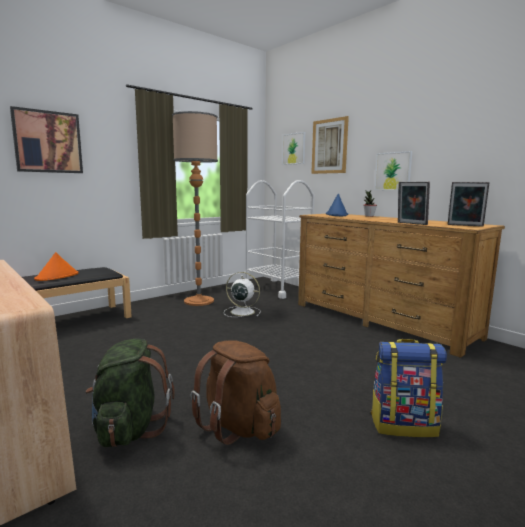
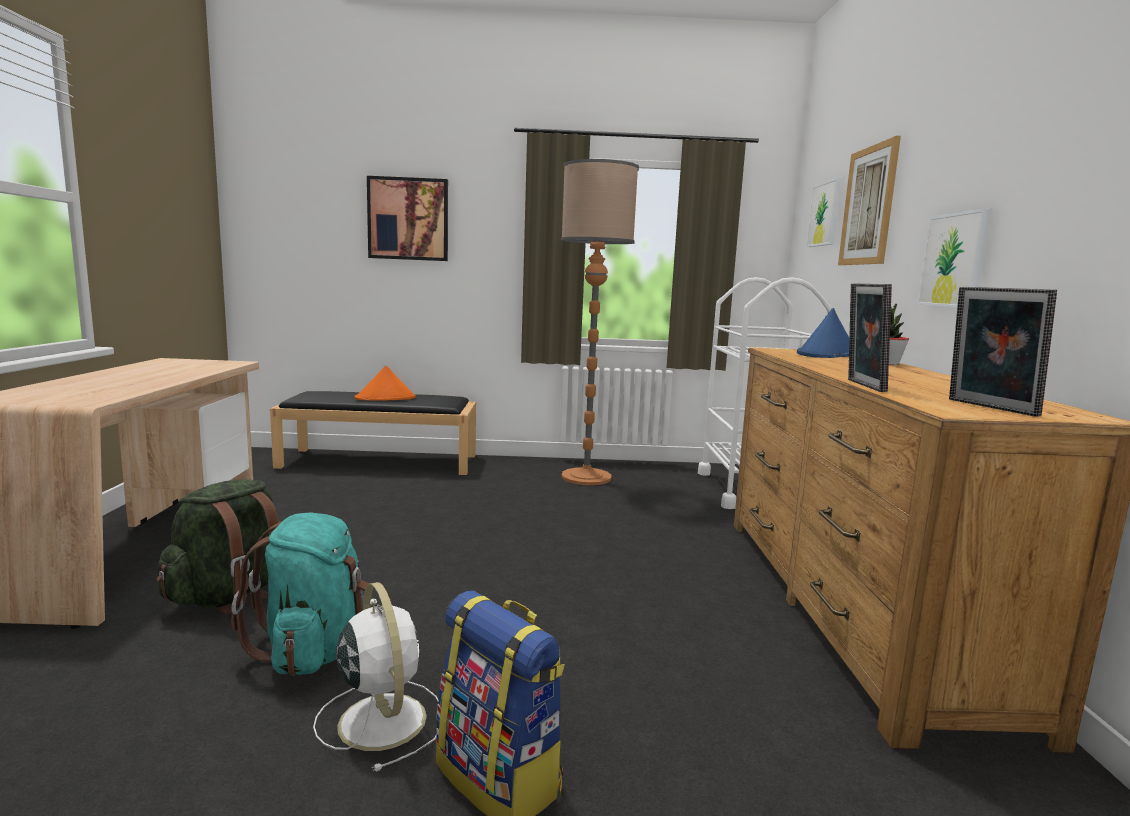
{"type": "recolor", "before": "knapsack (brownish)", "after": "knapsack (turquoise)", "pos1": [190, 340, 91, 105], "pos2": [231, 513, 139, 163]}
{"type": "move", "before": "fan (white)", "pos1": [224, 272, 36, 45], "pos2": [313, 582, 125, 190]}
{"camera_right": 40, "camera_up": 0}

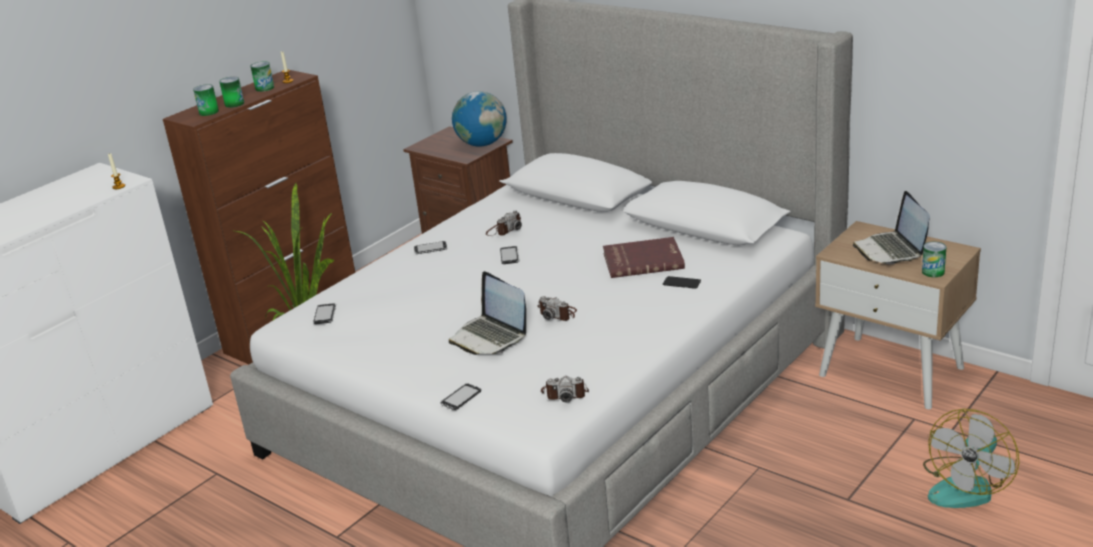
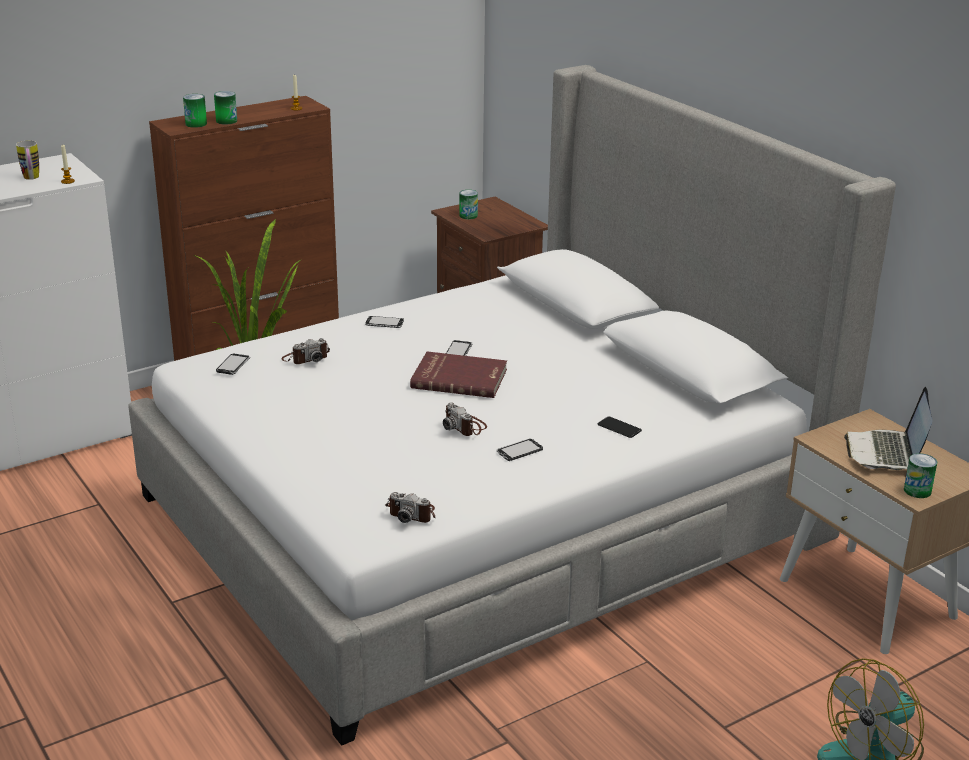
{"type": "move", "before": "metal can", "pos1": [250, 61, 24, 31], "pos2": [459, 190, 19, 29]}
{"type": "move", "before": "handset", "pos1": [440, 383, 41, 27], "pos2": [497, 438, 46, 23]}
{"type": "delete", "before": "portable computer", "pos1": [449, 271, 77, 84]}
{"type": "delete", "before": "world globe", "pos1": [452, 91, 55, 55]}
{"type": "move", "before": "photo camera", "pos1": [486, 210, 36, 26], "pos2": [281, 338, 49, 26]}
{"type": "move", "before": "bound book (reddish)", "pos1": [603, 237, 82, 41], "pos2": [410, 351, 97, 47]}
{"type": "insert", "after": "tea mug", "pos2": [16, 141, 23, 39]}
{"camera_right": 15, "camera_up": 0}

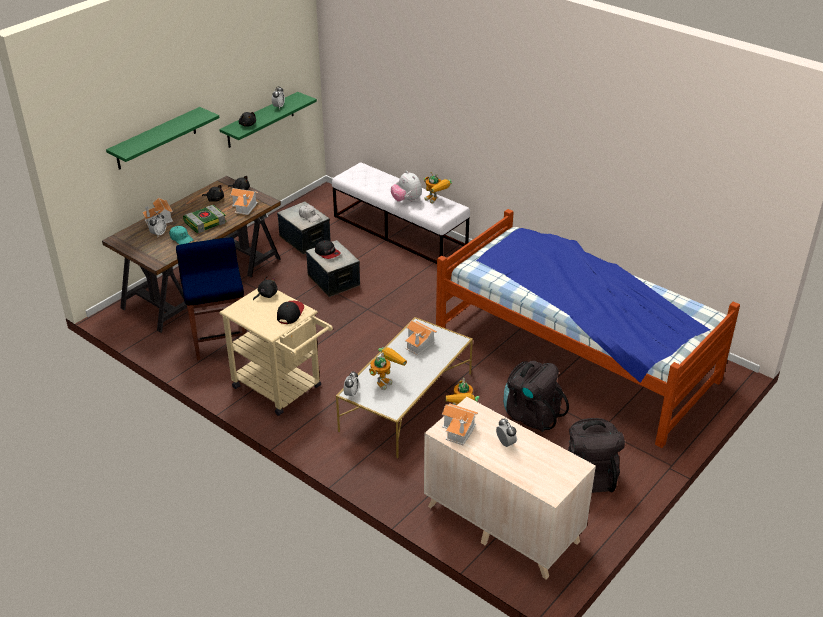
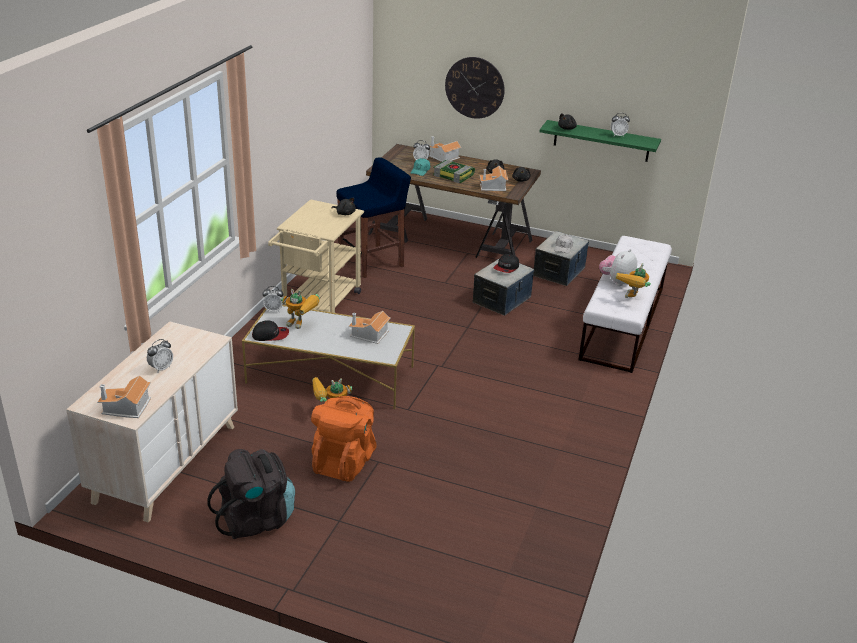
{"type": "replace", "before": "wall shelf (green-coloured)", "after": "hanging clock", "pos1": [106, 107, 113, 63], "pos2": [445, 57, 60, 62]}
{"type": "move", "before": "cap", "pos1": [277, 301, 27, 23], "pos2": [252, 320, 37, 21]}
{"type": "delete", "before": "sleeping bed", "pos1": [436, 209, 304, 239]}
{"type": "move", "before": "miniature house", "pos1": [442, 403, 36, 42], "pos2": [97, 375, 54, 43]}
{"type": "recolor", "before": "knapsack (black)", "after": "knapsack (orange-coloured)", "pos1": [503, 361, 66, 71], "pos2": [311, 396, 65, 86]}
{"camera_right": 70, "camera_up": -5}

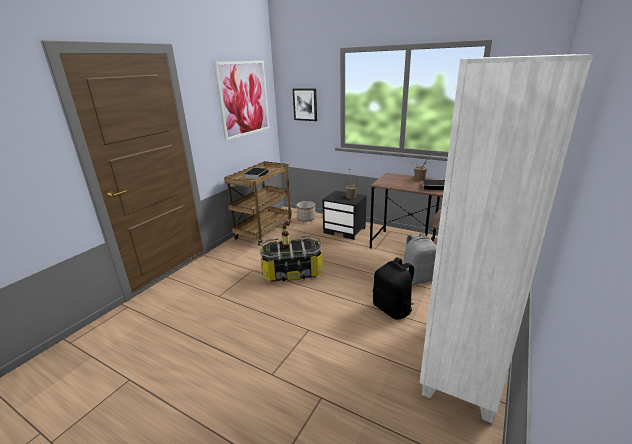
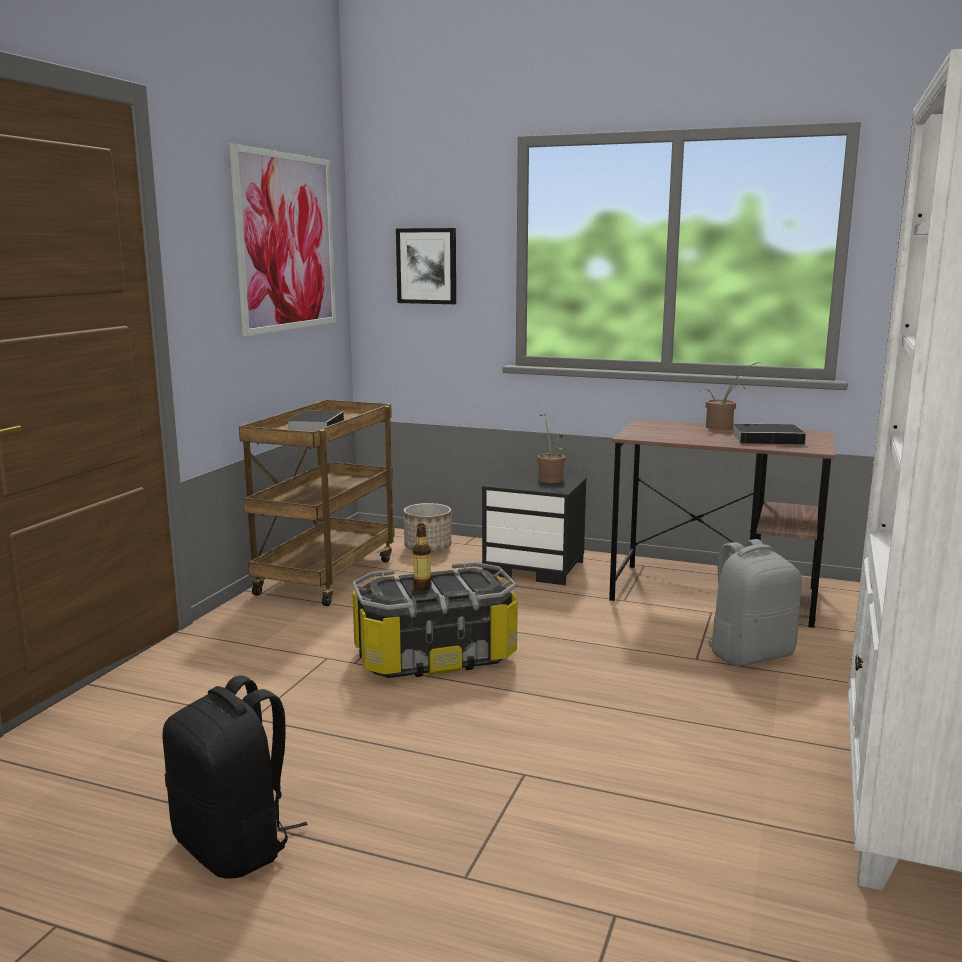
{"type": "move", "before": "knapsack (black)", "pos1": [373, 257, 41, 63], "pos2": [163, 675, 144, 204]}
{"camera_right": -10, "camera_up": -10}

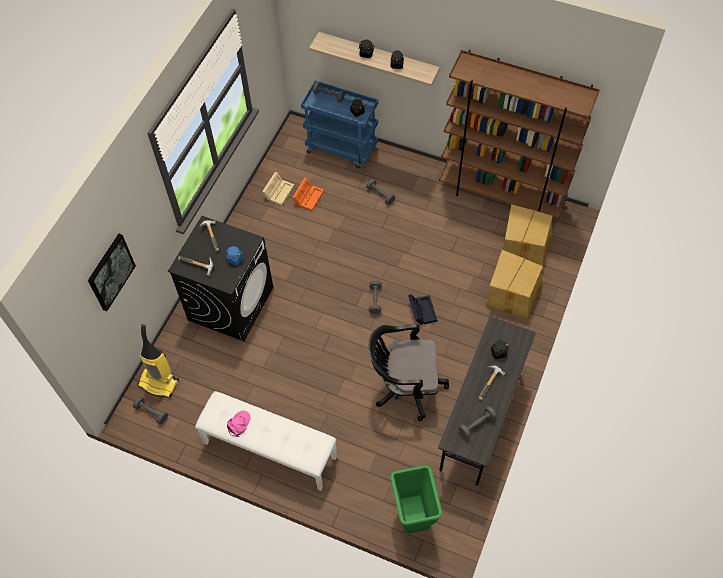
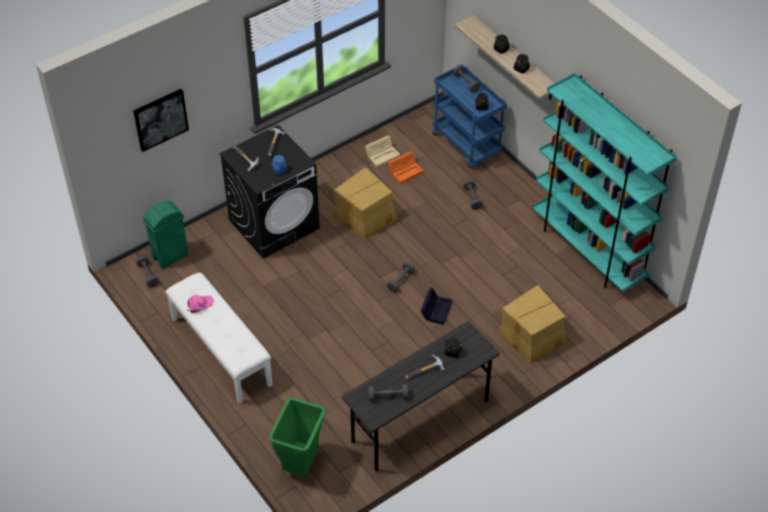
{"type": "replace", "before": "hoover", "after": "waste bin (green-coloured)", "pos1": [137, 324, 42, 74], "pos2": [143, 201, 46, 68]}
{"type": "delete", "before": "computer chair (black)", "pos1": [368, 324, 81, 97]}
{"type": "recolor", "before": "bookshelf (brownish)", "after": "bookshelf (turquoise)", "pos1": [439, 50, 161, 169], "pos2": [532, 73, 145, 219]}
{"type": "move", "before": "carton", "pos1": [503, 204, 50, 62], "pos2": [334, 167, 63, 72]}
{"camera_right": 30, "camera_up": -10}

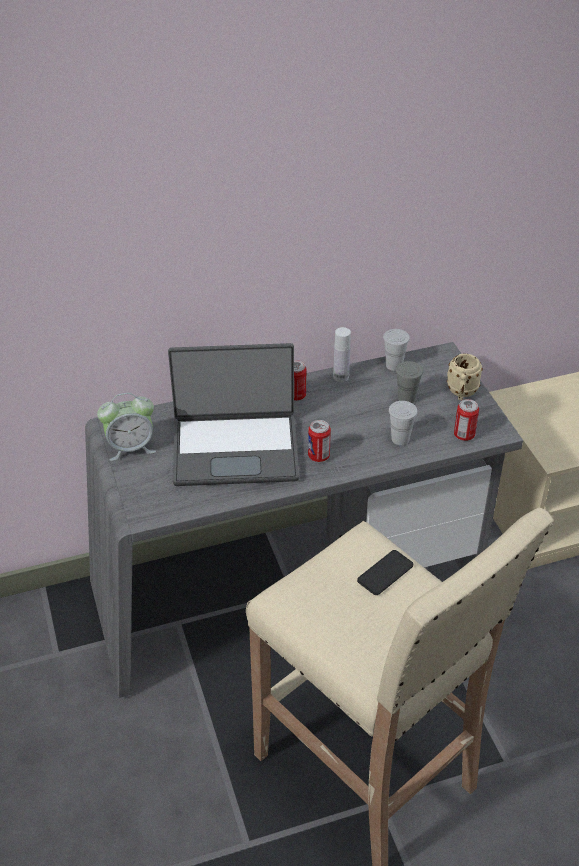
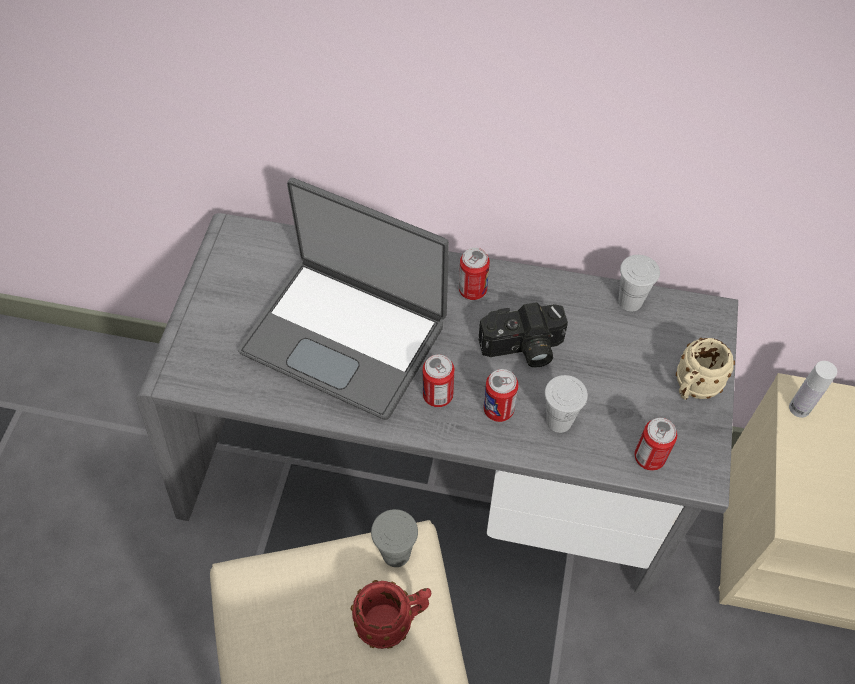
{"type": "delete", "before": "bedside clock", "pos1": [97, 393, 59, 68]}
{"type": "move", "before": "drink bottle (white)", "pos1": [333, 327, 18, 55], "pos2": [789, 361, 48, 57]}
{"type": "replace", "before": "handset", "after": "tea mug (reddish)", "pos1": [357, 550, 56, 45], "pos2": [351, 580, 80, 69]}
{"type": "move", "before": "small cup (greyish)", "pos1": [396, 361, 27, 42], "pos2": [371, 509, 47, 58]}
{"type": "insert", "after": "photo camera", "pos2": [479, 302, 89, 66]}
{"type": "insert", "after": "metal can", "pos2": [484, 369, 34, 53]}
{"camera_right": 30, "camera_up": 15}

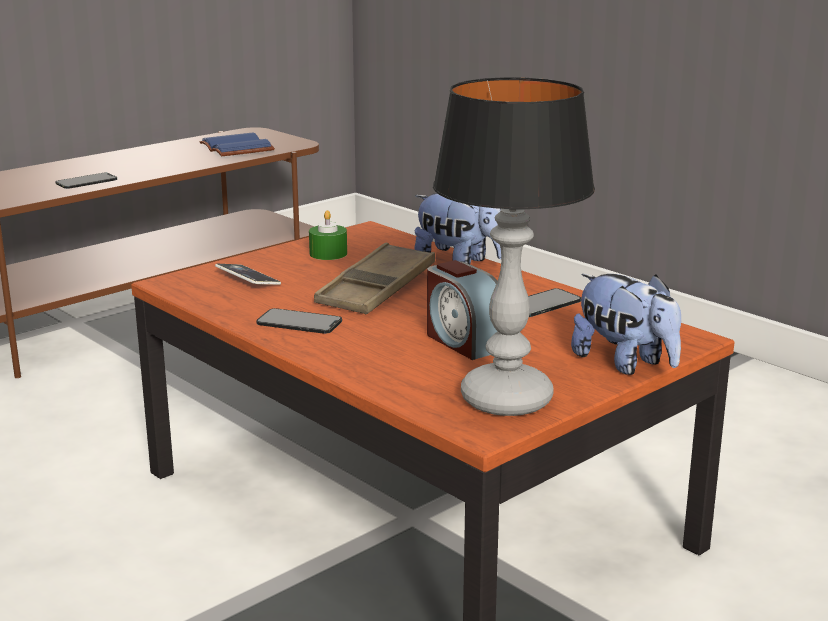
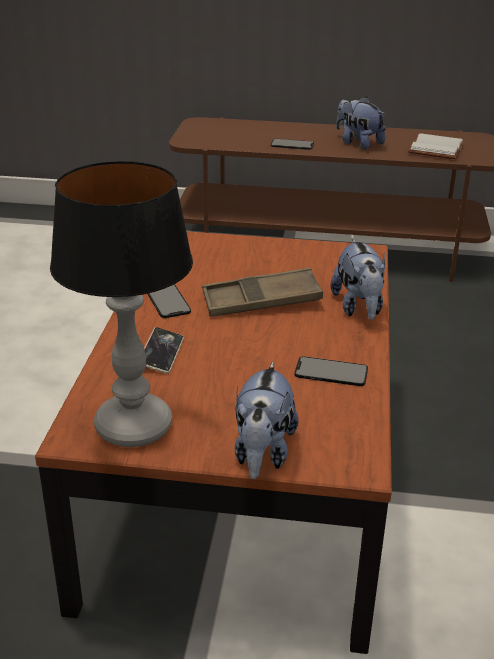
{"type": "recolor", "before": "bound book (bluish)", "after": "bound book (white)", "pos1": [200, 132, 75, 24], "pos2": [408, 133, 57, 26]}
{"type": "move", "before": "handset", "pos1": [215, 264, 66, 21], "pos2": [144, 327, 40, 46]}
{"type": "delete", "before": "wax candle (green-coloured)", "pos1": [309, 210, 38, 50]}
{"type": "delete", "before": "bedside clock", "pos1": [427, 260, 70, 100]}
{"type": "insert", "after": "soft toy", "pos2": [336, 96, 50, 54]}
{"camera_right": 50, "camera_up": 10}

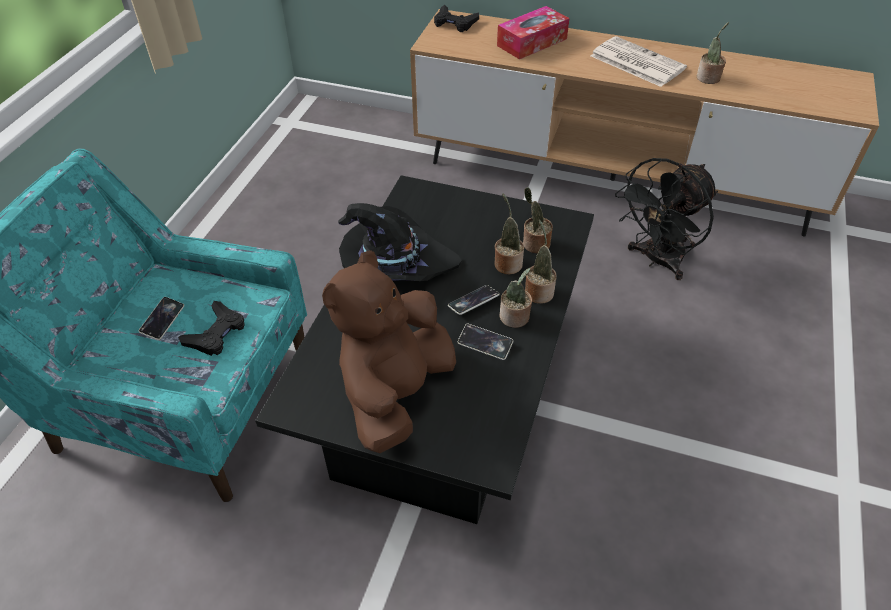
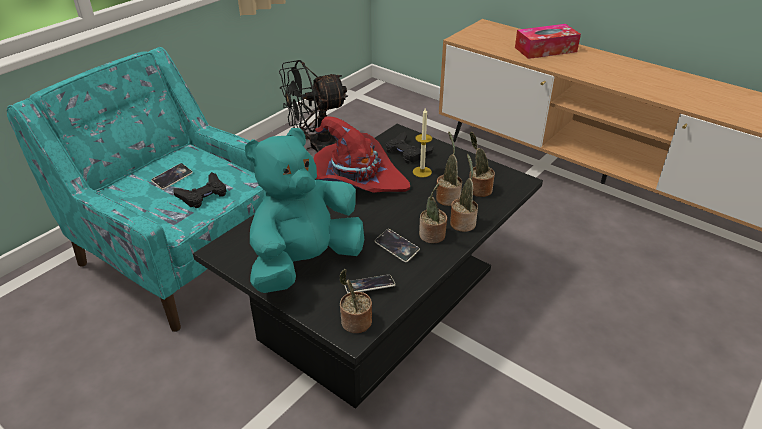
{"type": "recolor", "before": "soft toy (brownish)", "after": "soft toy (turquoise)", "pos1": [322, 250, 134, 203], "pos2": [245, 128, 119, 165]}
{"type": "recolor", "before": "wearable hat (black)", "after": "wearable hat (reddish)", "pos1": [338, 203, 124, 78], "pos2": [313, 116, 97, 77]}
{"type": "move", "before": "joypad (black)", "pos1": [434, 5, 45, 27], "pos2": [386, 132, 47, 31]}
{"type": "move", "before": "handset", "pos1": [448, 285, 52, 30], "pos2": [344, 275, 51, 18]}
{"type": "delete", "before": "printed paper", "pos1": [591, 36, 96, 51]}
{"type": "move", "before": "fan (black)", "pos1": [615, 158, 103, 122], "pos2": [279, 60, 69, 92]}
{"type": "move", "before": "potted plant", "pos1": [697, 22, 32, 62], "pos2": [339, 269, 33, 64]}
{"type": "insert", "after": "wax candle", "pos2": [413, 108, 19, 70]}
{"camera_right": 20, "camera_up": -10}

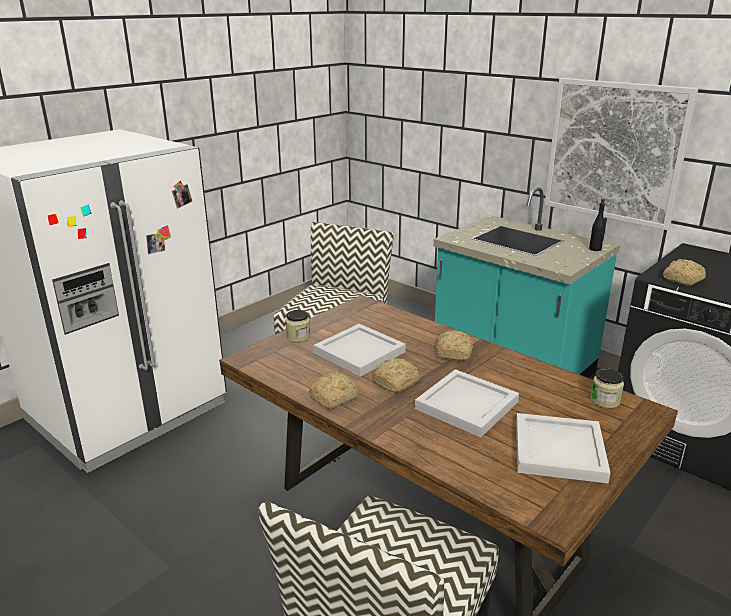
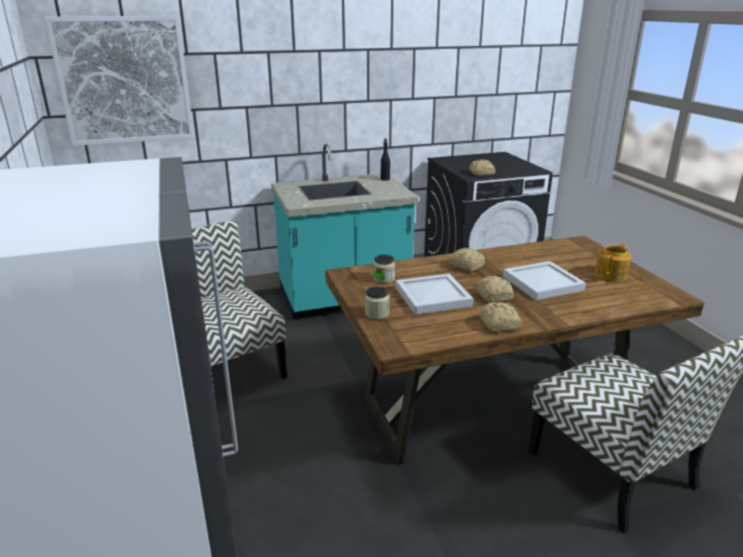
{"type": "replace", "before": "tray (white)", "after": "teapot", "pos1": [516, 413, 94, 70], "pos2": [594, 243, 38, 39]}
{"type": "move", "before": "picture", "pos1": [544, 78, 155, 152], "pos2": [44, 16, 150, 130]}
{"type": "move", "before": "jar", "pos1": [590, 368, 34, 40], "pos2": [373, 254, 22, 29]}
{"camera_right": -60, "camera_up": 0}

